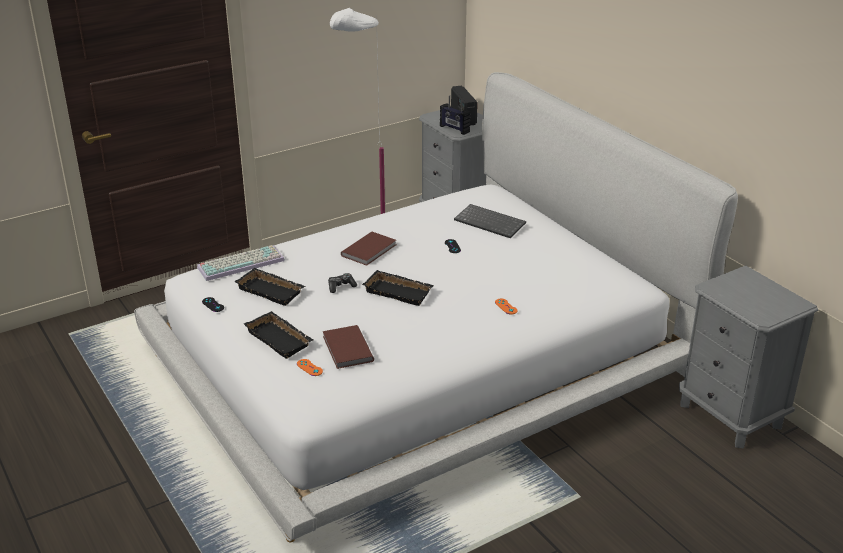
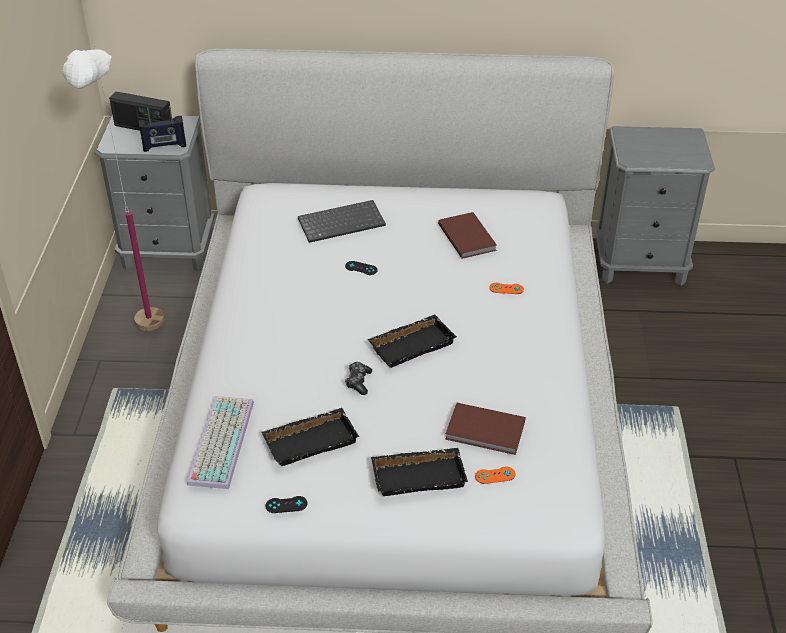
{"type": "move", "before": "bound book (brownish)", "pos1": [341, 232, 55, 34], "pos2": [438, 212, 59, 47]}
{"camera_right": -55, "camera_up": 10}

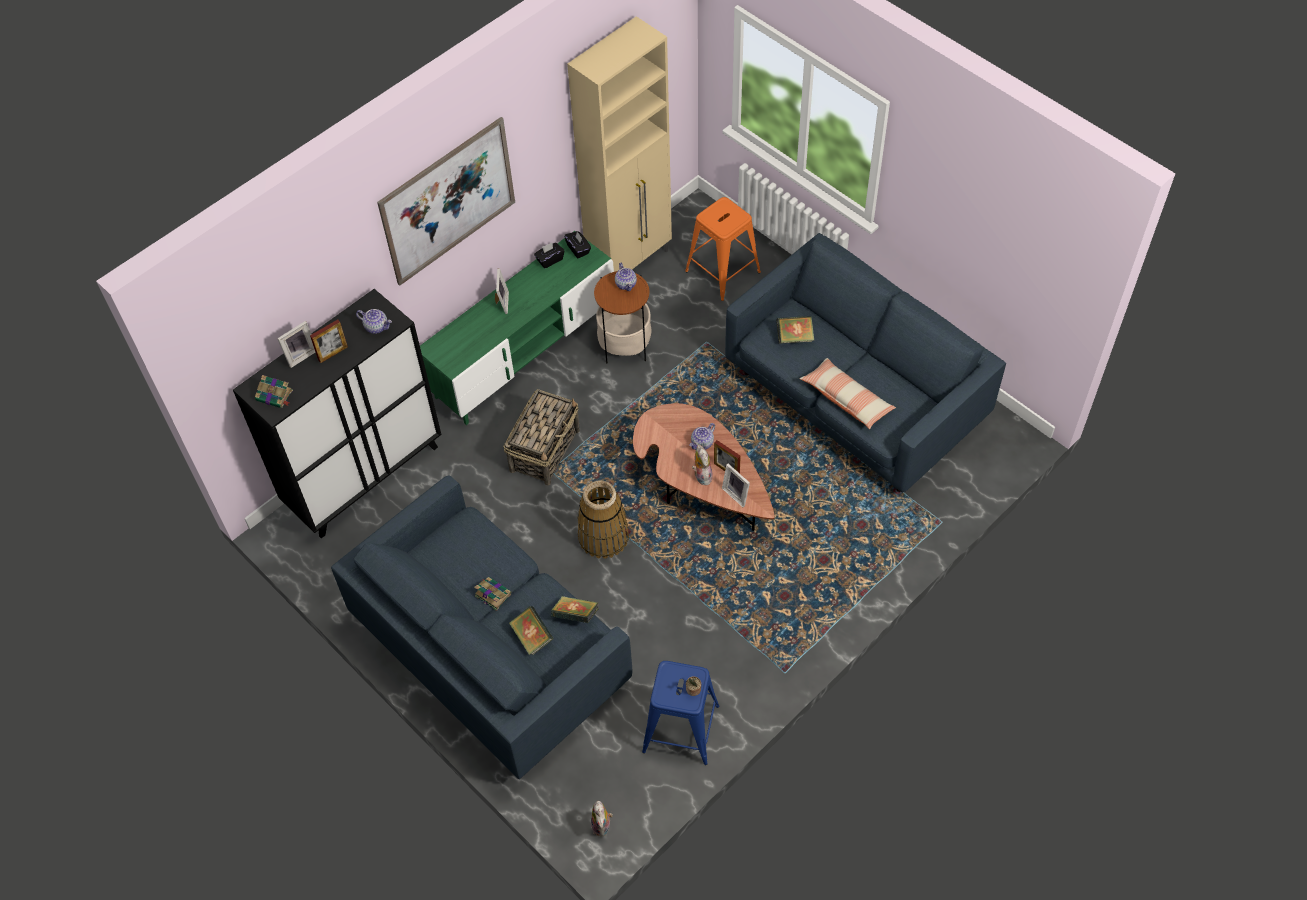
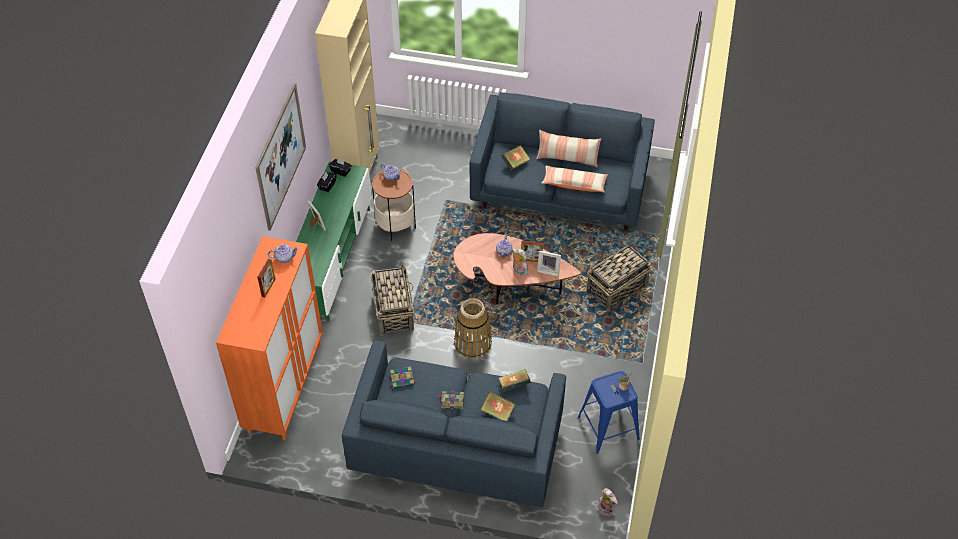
{"type": "recolor", "before": "storage cabinet (black)", "after": "storage cabinet (orange-coloured)", "pos1": [233, 289, 209, 249], "pos2": [216, 236, 107, 204]}
{"type": "move", "before": "bound book", "pos1": [255, 375, 38, 33], "pos2": [390, 366, 28, 23]}
{"type": "delete", "before": "photo frame", "pos1": [277, 321, 38, 47]}
{"type": "delete", "before": "sitting stool (orange-coloured)", "pos1": [685, 197, 76, 104]}
{"type": "insert", "after": "throw pillow", "pos2": [536, 130, 65, 38]}
{"type": "insert", "after": "basket", "pos2": [587, 242, 65, 70]}
{"camera_right": -35, "camera_up": -5}

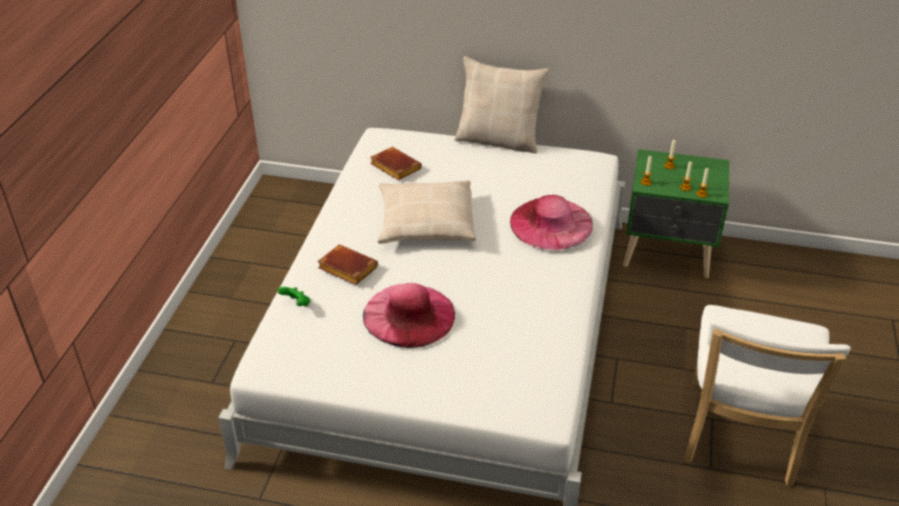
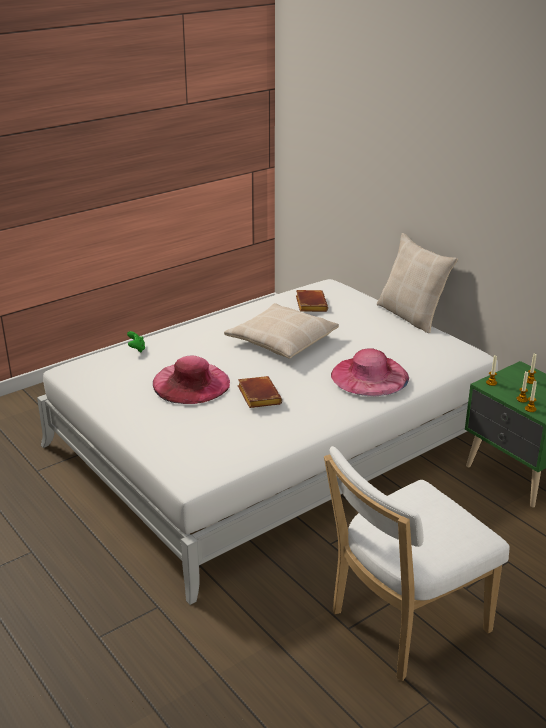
{"type": "move", "before": "bound book (brownish)", "pos1": [318, 244, 60, 41], "pos2": [238, 376, 44, 32]}
{"camera_right": 40, "camera_up": -10}

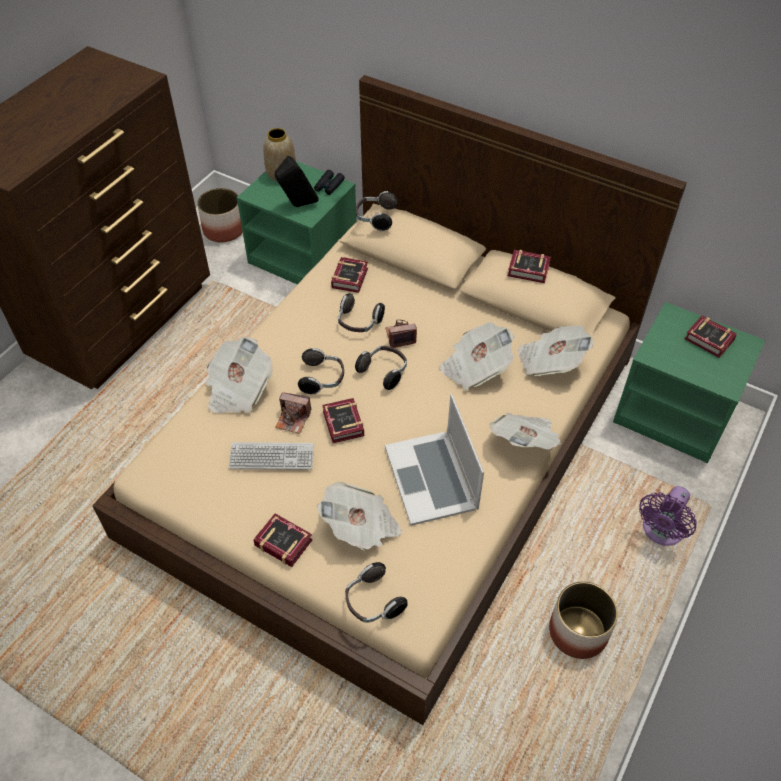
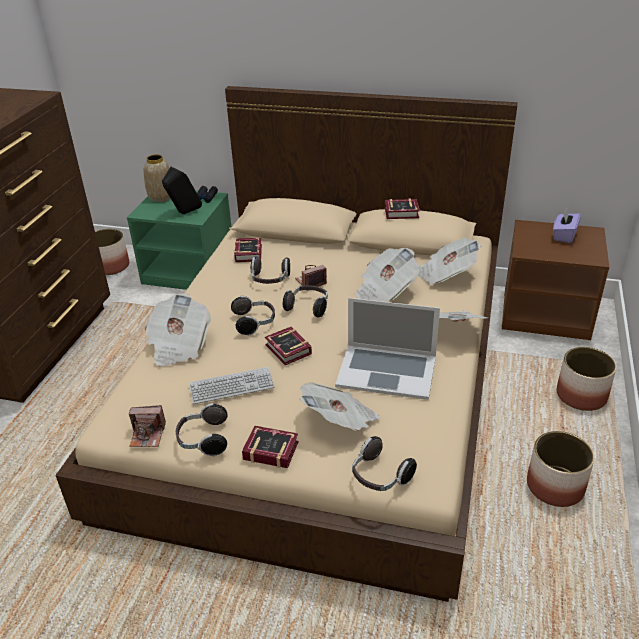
{"type": "move", "before": "photo camera", "pos1": [275, 392, 36, 42], "pos2": [129, 405, 37, 42]}
{"type": "move", "before": "pair of headphones", "pos1": [356, 191, 42, 40], "pos2": [176, 403, 52, 53]}
{"type": "rotate", "before": "portable computer", "pos1": [385, 394, 99, 132], "pos2": [335, 298, 105, 102], "turn": -45}
{"type": "recolor", "before": "nightstand (green-coloured)", "after": "nightstand (brownish)", "pos1": [613, 302, 153, 162], "pos2": [502, 220, 107, 120]}
{"type": "replace", "before": "fan (purplish)", "after": "flower pot", "pos1": [639, 486, 58, 60], "pos2": [557, 347, 60, 64]}
{"type": "replace", "before": "bound book", "after": "tissue holder (purplish)", "pos1": [685, 316, 52, 42], "pos2": [553, 209, 28, 34]}
{"camera_right": -15, "camera_up": -15}

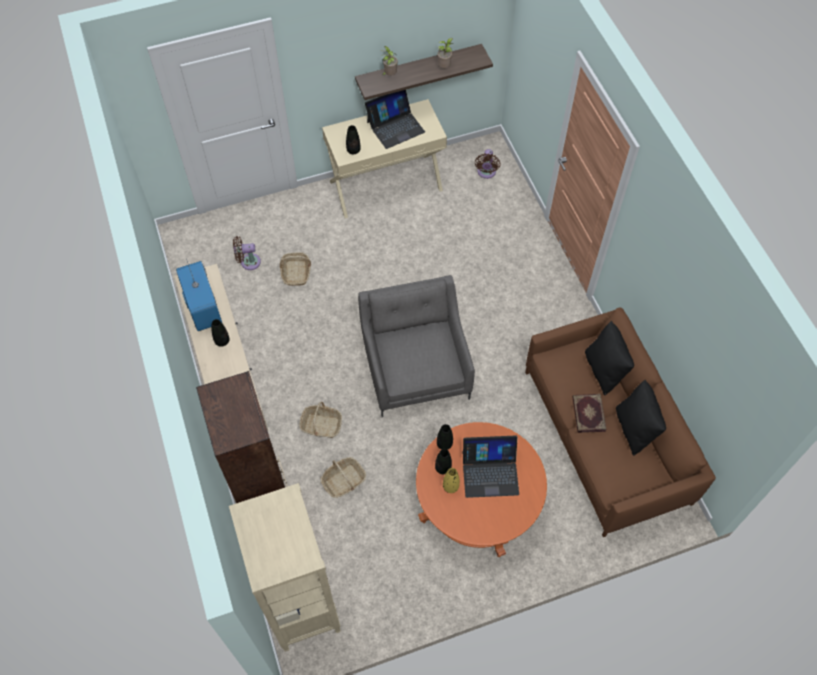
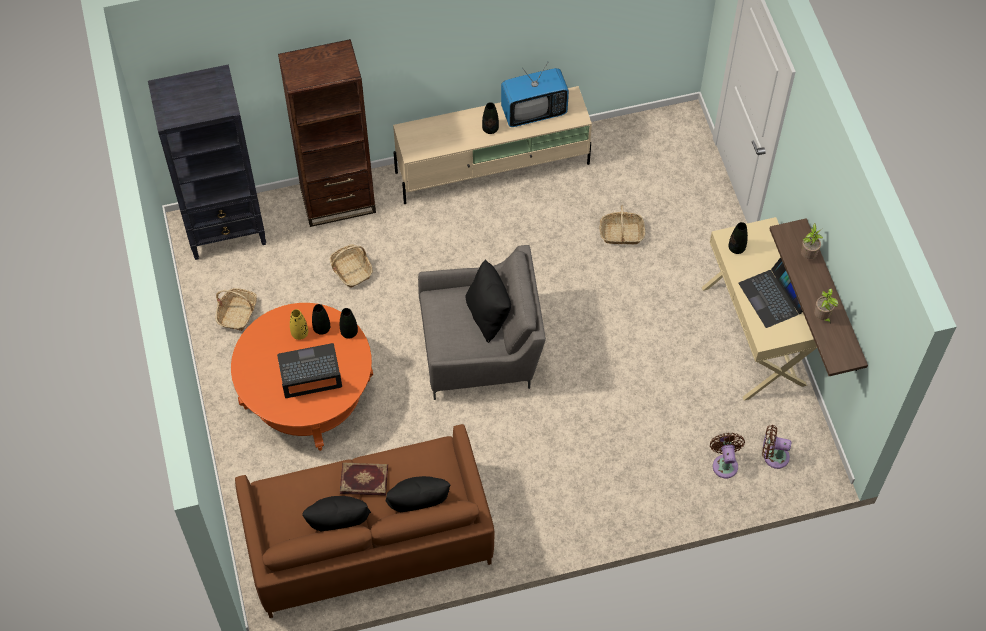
{"type": "recolor", "before": "bookshelf (beige)", "after": "bookshelf (black)", "pos1": [229, 483, 112, 168], "pos2": [148, 64, 118, 196]}
{"type": "move", "before": "fan (brownish)", "pos1": [233, 236, 28, 34], "pos2": [710, 433, 35, 46]}
{"type": "move", "before": "basket", "pos1": [299, 402, 43, 36], "pos2": [215, 288, 42, 43]}
{"type": "rotate", "before": "portable computer", "pos1": [462, 436, 57, 62], "pos2": [277, 343, 65, 55], "turn": 75}
{"type": "insert", "after": "throw pillow (black)", "pos2": [465, 259, 46, 84]}
{"camera_right": 95, "camera_up": 0}

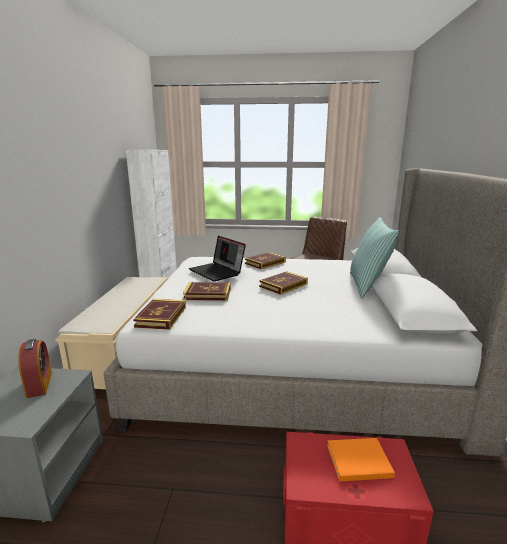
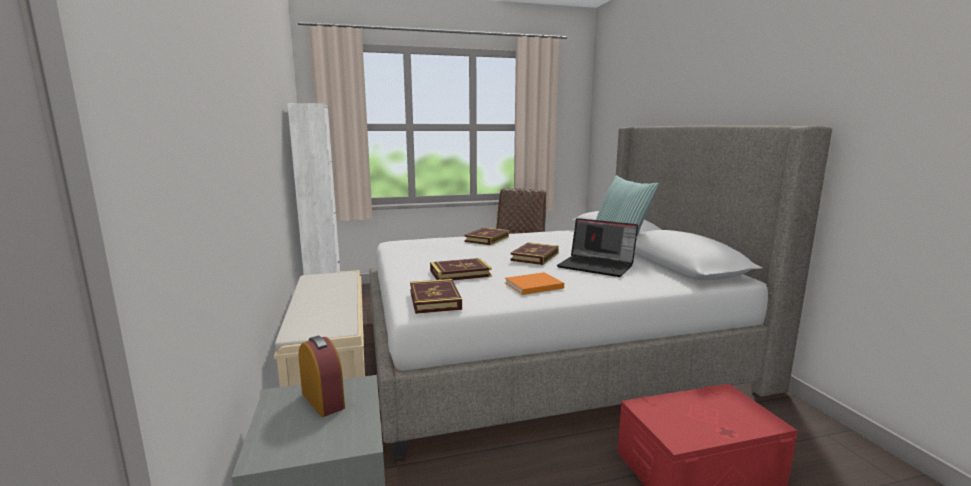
{"type": "move", "before": "portable computer", "pos1": [189, 236, 57, 46], "pos2": [557, 218, 81, 59]}
{"type": "move", "before": "bound book (orange-coloured)", "pos1": [327, 438, 68, 43], "pos2": [505, 272, 59, 23]}
{"camera_right": -20, "camera_up": -5}

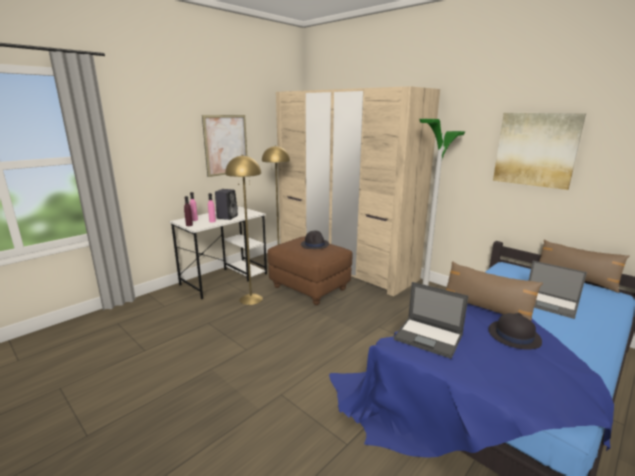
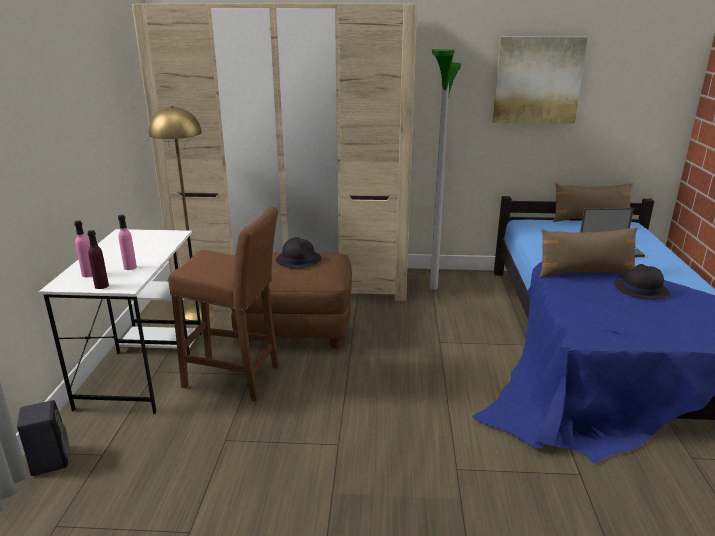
{"type": "delete", "before": "picture", "pos1": [202, 115, 45, 62]}
{"type": "move", "before": "loudspeaker (black)", "pos1": [215, 189, 23, 31], "pos2": [17, 400, 52, 76]}
{"type": "replace", "before": "standard lamp (yellow)", "after": "sitting stool (brownish)", "pos1": [225, 155, 38, 150], "pos2": [169, 206, 110, 195]}
{"type": "delete", "before": "portable computer", "pos1": [394, 282, 74, 77]}
{"camera_right": -40, "camera_up": 5}

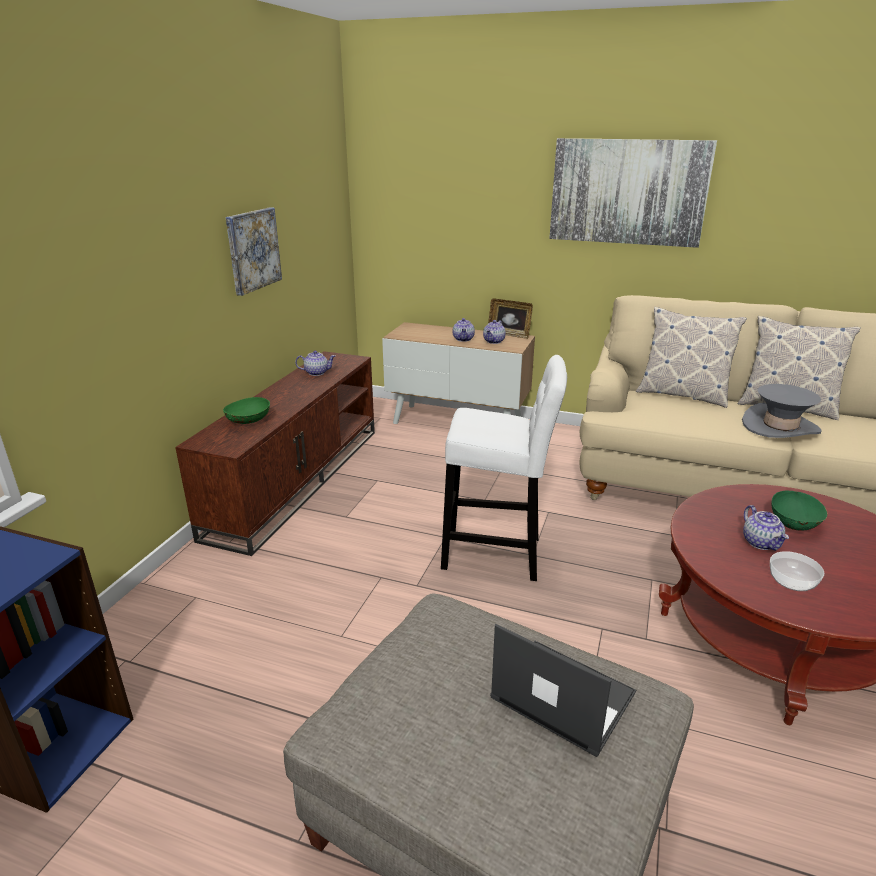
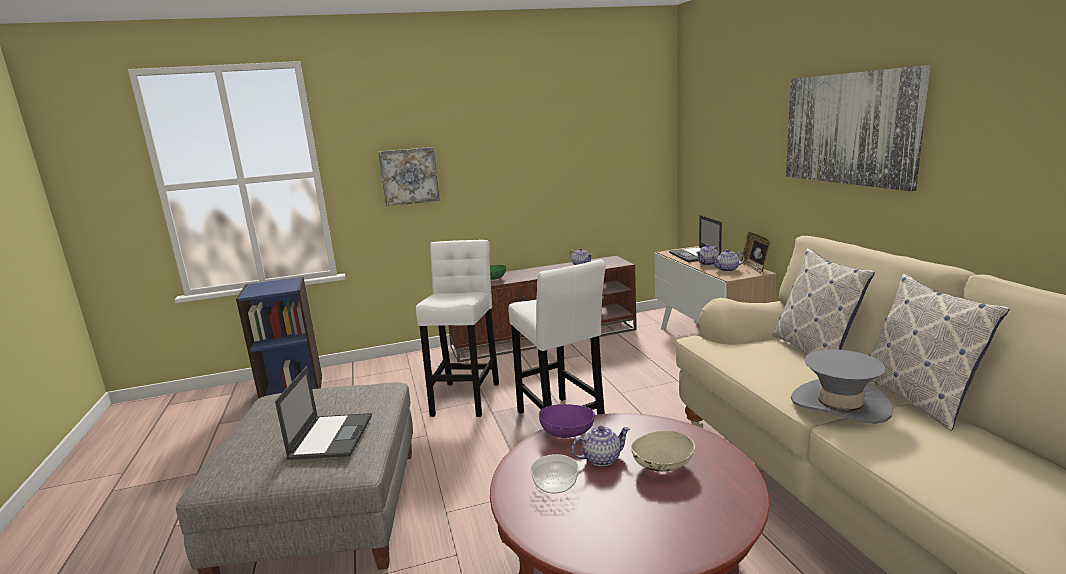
{"type": "move", "before": "picture", "pos1": [226, 207, 56, 89], "pos2": [378, 147, 62, 60]}
{"type": "rotate", "before": "teapot", "pos1": [743, 505, 46, 46], "pos2": [571, 426, 59, 40], "turn": -150}
{"type": "recolor", "before": "serving bowl (green-coloured)", "after": "serving bowl (beige)", "pos1": [772, 491, 55, 40], "pos2": [631, 430, 64, 42]}
{"type": "insert", "after": "sitting stool (white)", "pos2": [416, 240, 83, 177]}
{"type": "insert", "after": "serving bowl (purplish)", "pos2": [539, 404, 56, 34]}
{"type": "insert", "after": "portable computer", "pos2": [669, 215, 53, 47]}
{"camera_right": 55, "camera_up": -10}

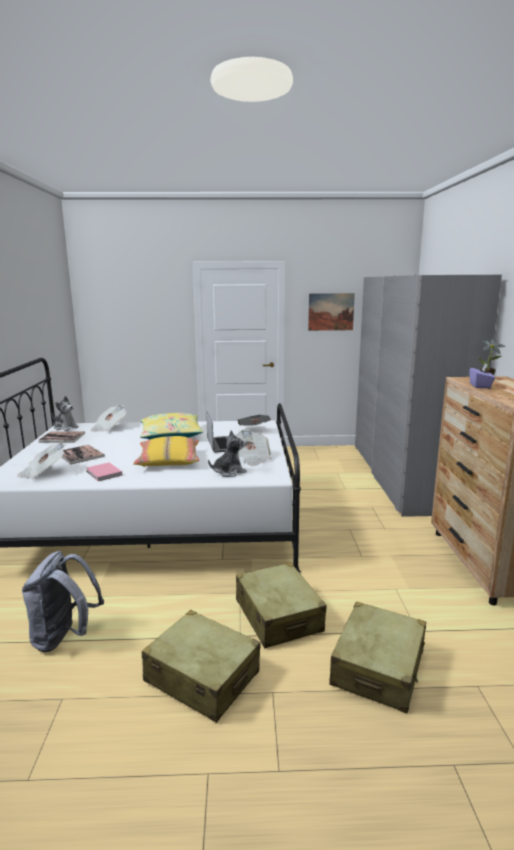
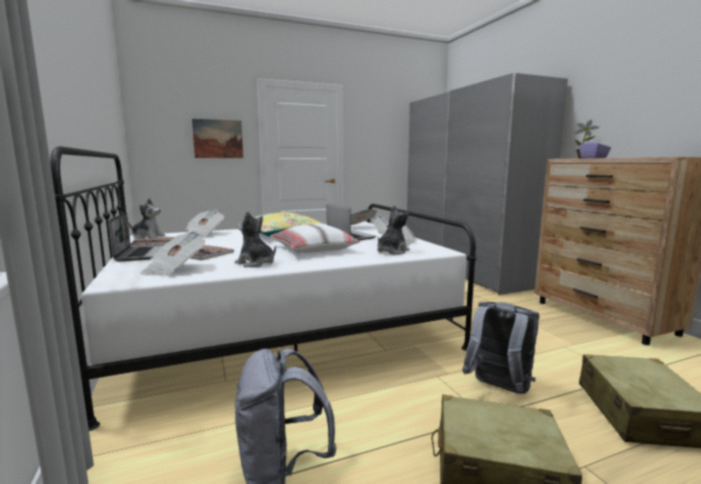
{"type": "replace", "before": "bound book (pinkish)", "after": "soft toy", "pos1": [86, 462, 36, 19], "pos2": [235, 211, 41, 56]}
{"type": "recolor", "before": "throw pillow (yellow)", "after": "throw pillow (white)", "pos1": [133, 436, 66, 31], "pos2": [270, 224, 90, 30]}
{"type": "replace", "before": "travel case (beige)", "after": "knapsack (greyish)", "pos1": [236, 563, 90, 85], "pos2": [462, 302, 78, 92]}
{"type": "move", "before": "picture", "pos1": [308, 293, 47, 38], "pos2": [192, 119, 51, 39]}
{"type": "insert", "after": "portable computer", "pos2": [109, 212, 55, 50]}
{"camera_right": -20, "camera_up": -5}

